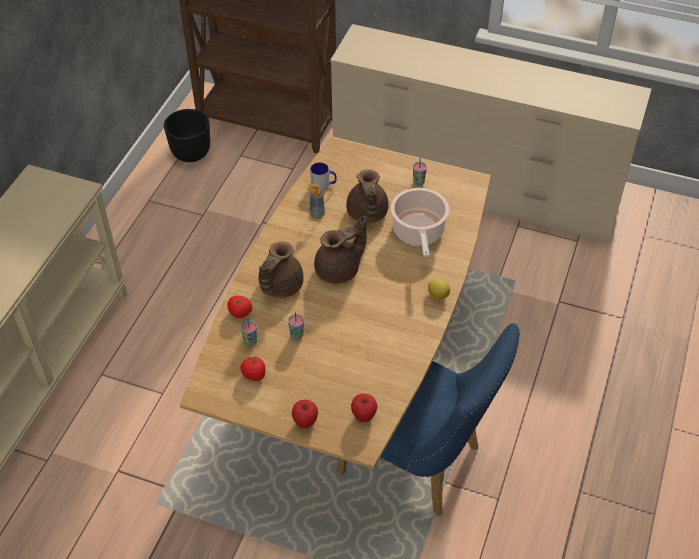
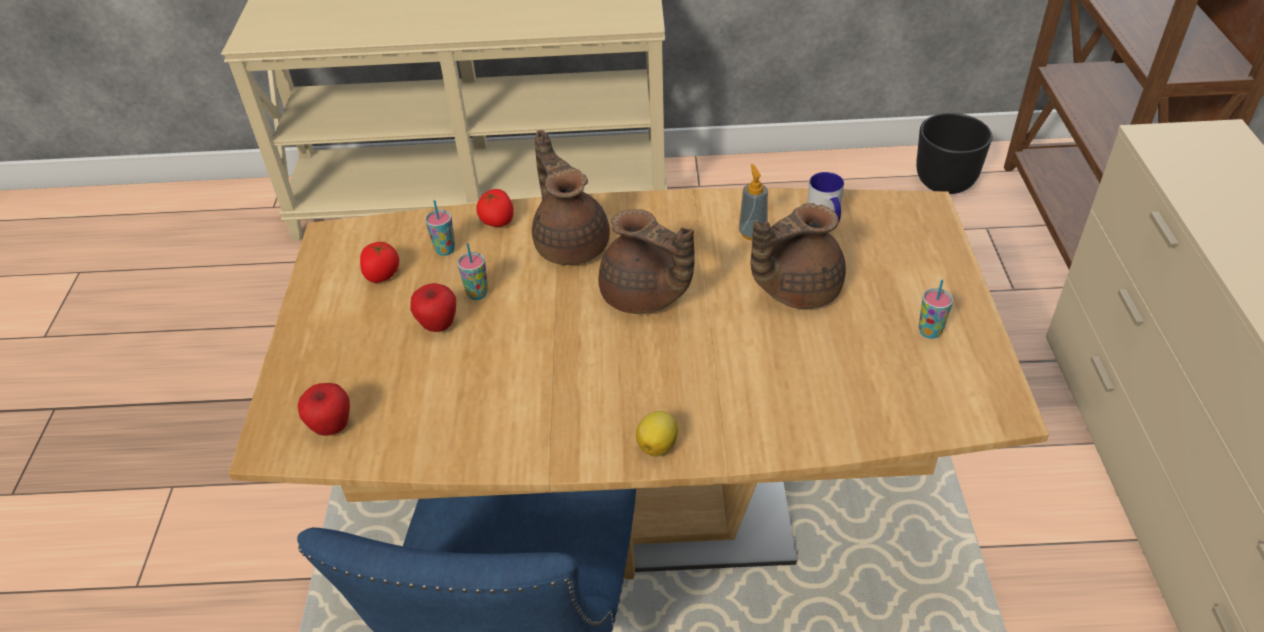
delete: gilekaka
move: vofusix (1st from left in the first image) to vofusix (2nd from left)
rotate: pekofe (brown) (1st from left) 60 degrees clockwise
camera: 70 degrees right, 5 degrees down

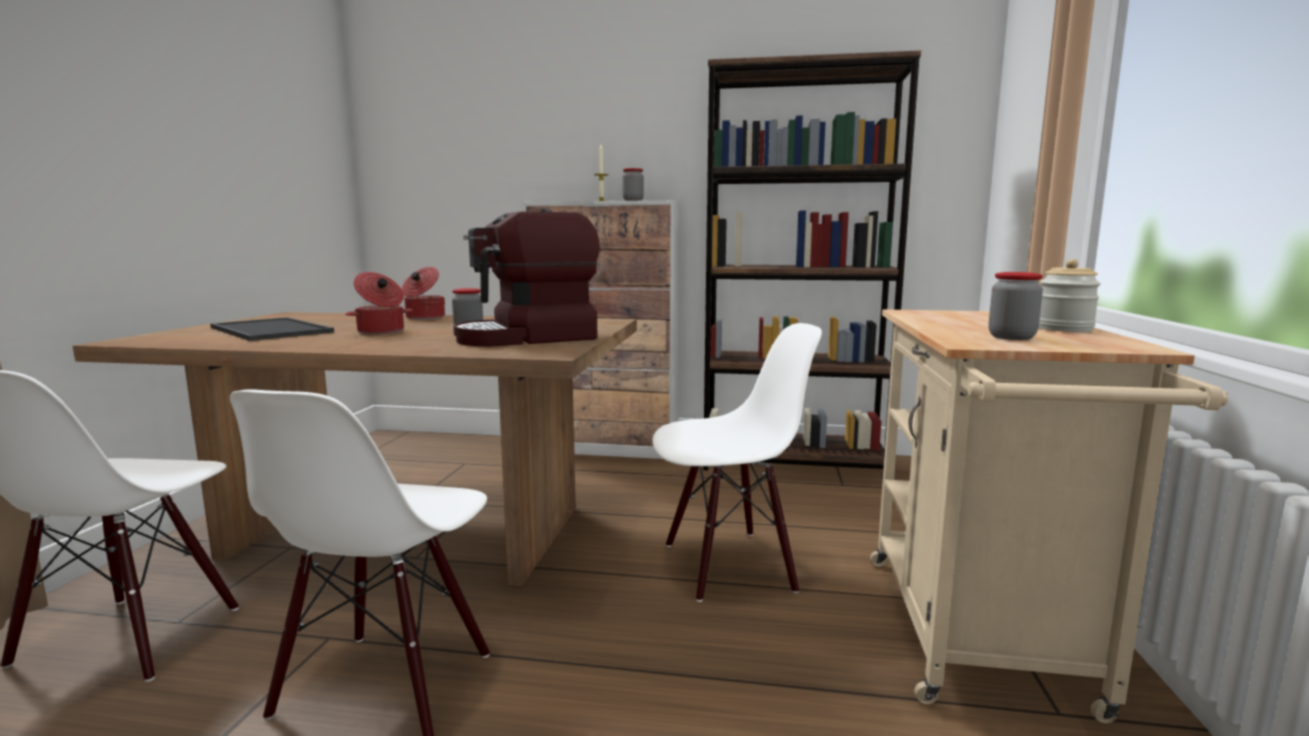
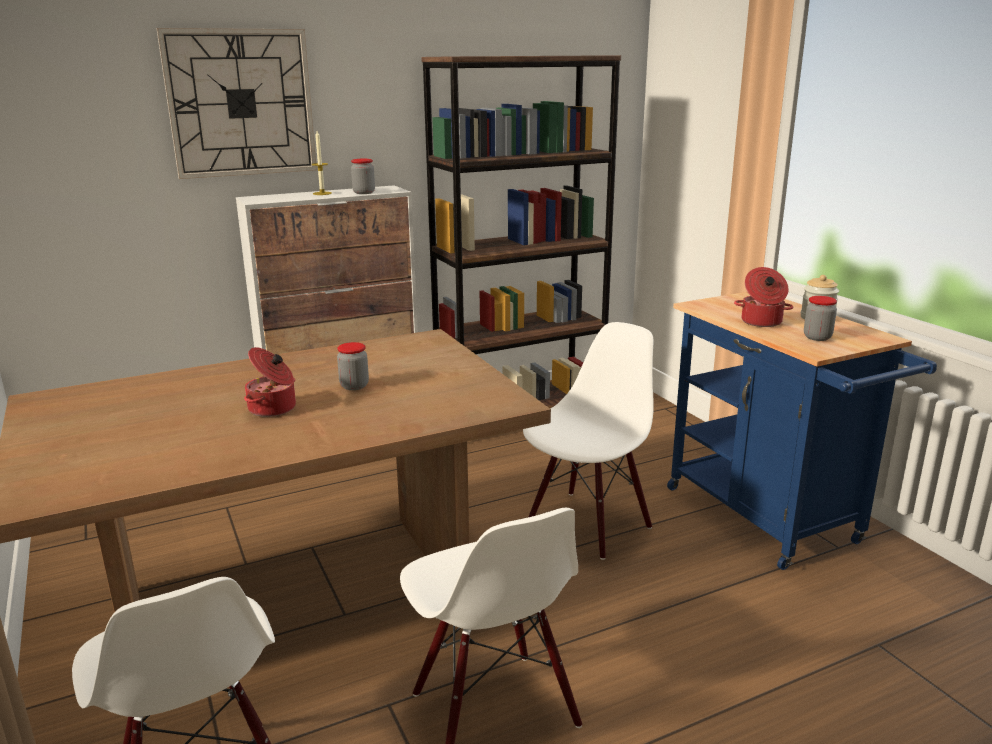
delete: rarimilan; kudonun
insert: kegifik
move: gilekaka (2nd from left)
recolor: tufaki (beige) to tufaki (blue)
camera: 35 degrees left, 10 degrees up

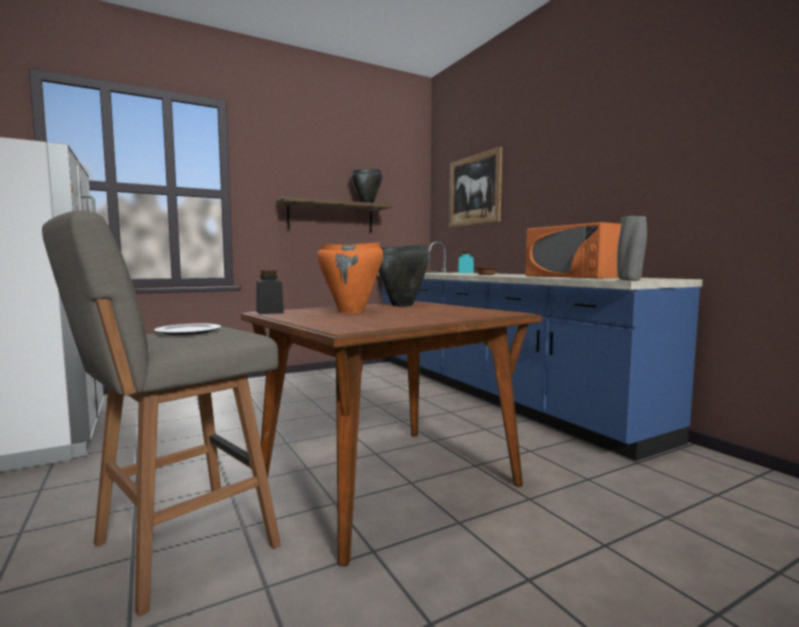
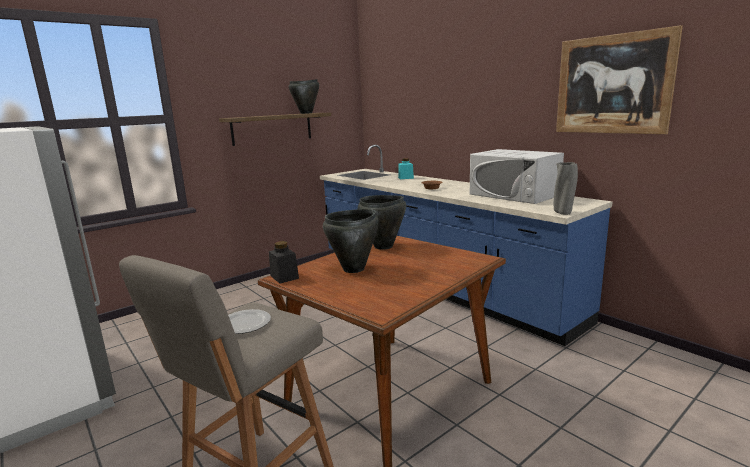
move: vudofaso
recolor: gilekaka (orange) to gilekaka (black) (2nd from left); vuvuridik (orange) to vuvuridik (white)
camera: 10 degrees left, 10 degrees up

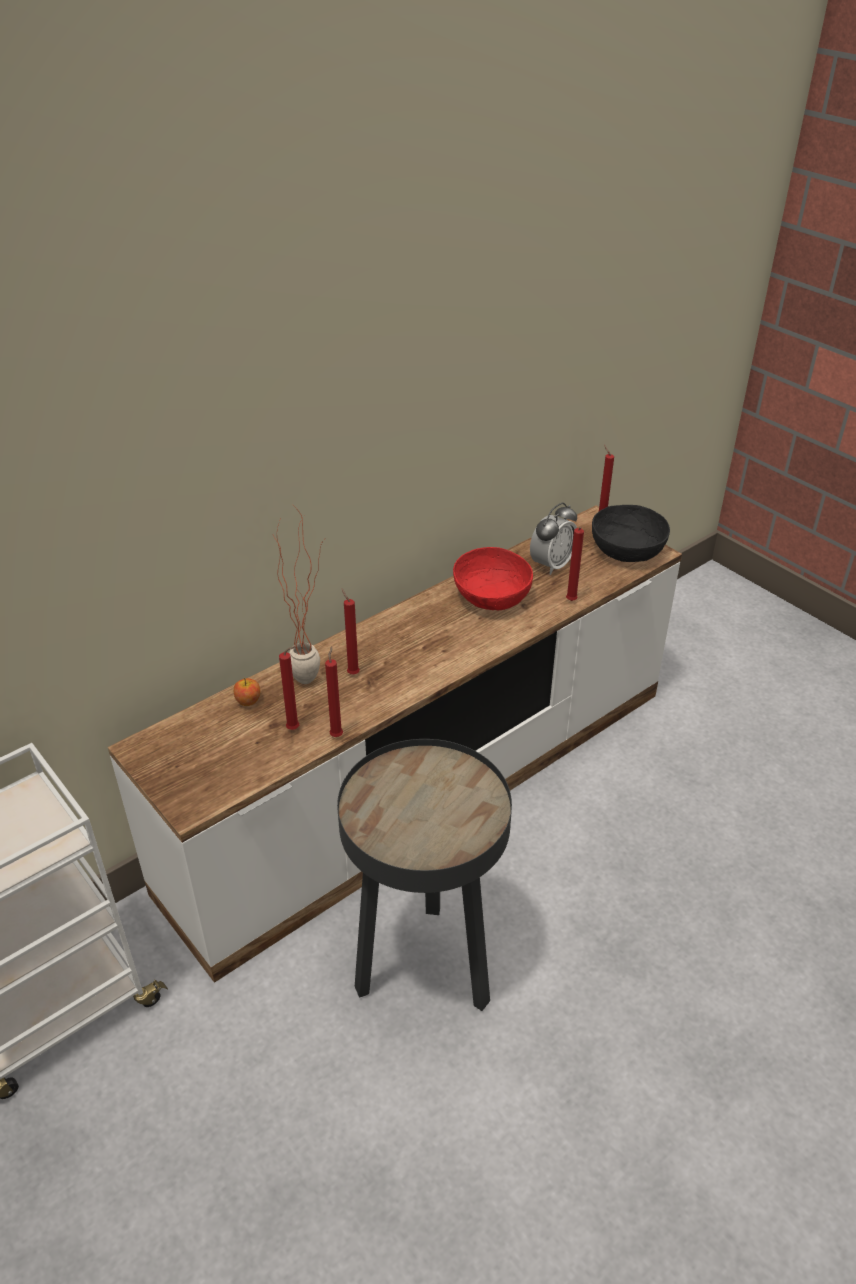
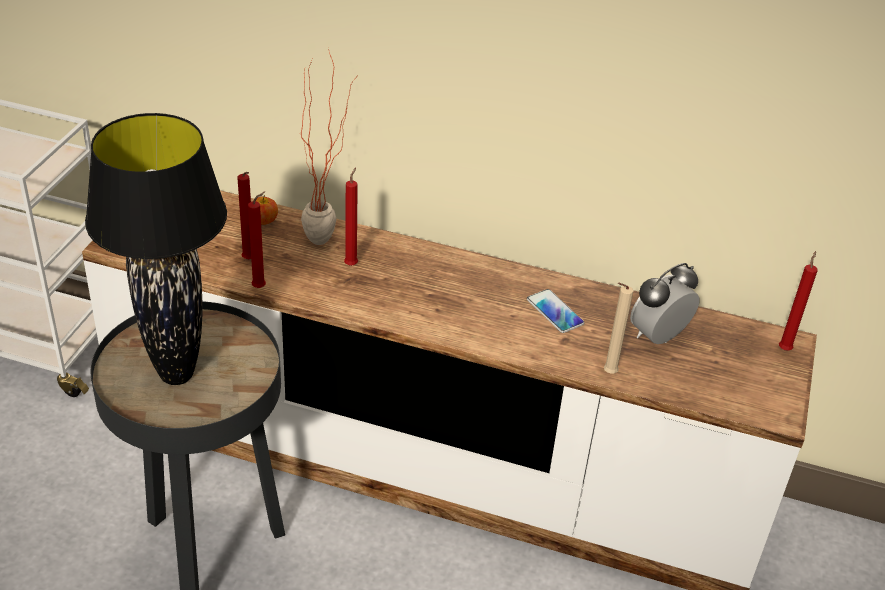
delete: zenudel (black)
insert: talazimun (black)
replace: zenudel (red) to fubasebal
recolor: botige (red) (4th from left) to botige (beige)
rotate: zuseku 135 degrees clockwise
camera: 55 degrees right, 0 degrees up

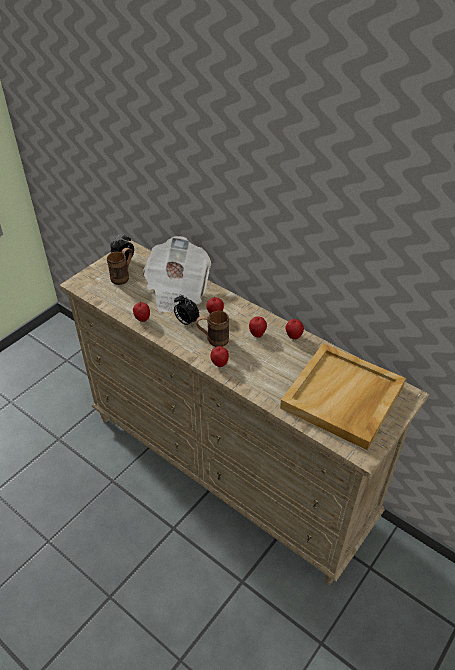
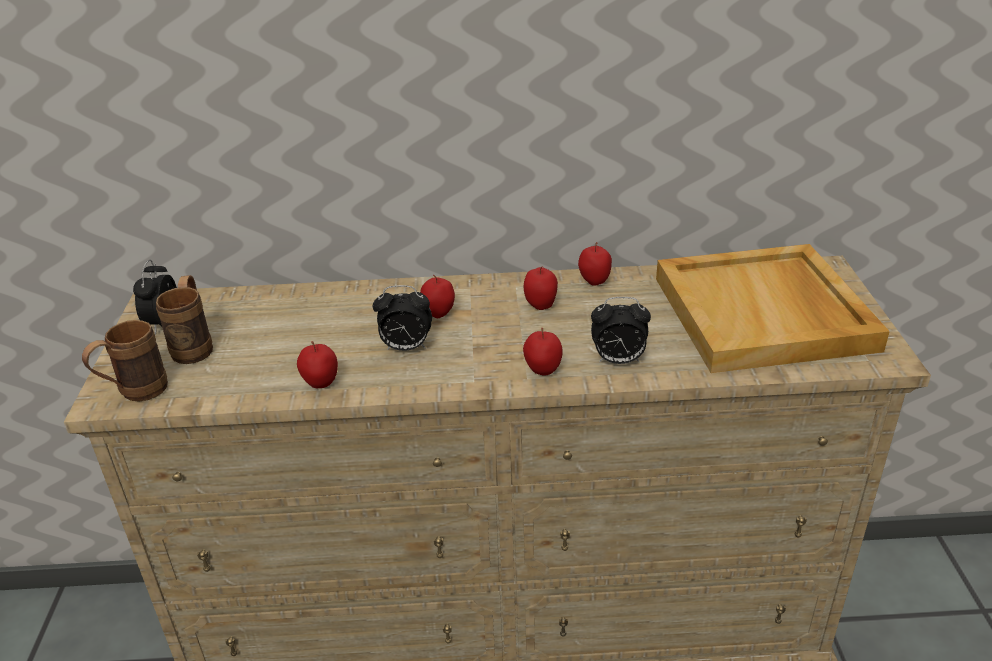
delete: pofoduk
insert: zuseku (3rd from left)
move: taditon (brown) (2nd from left in the first image) to taditon (brown) (1st from left)
camera: 40 degrees left, 10 degrees down

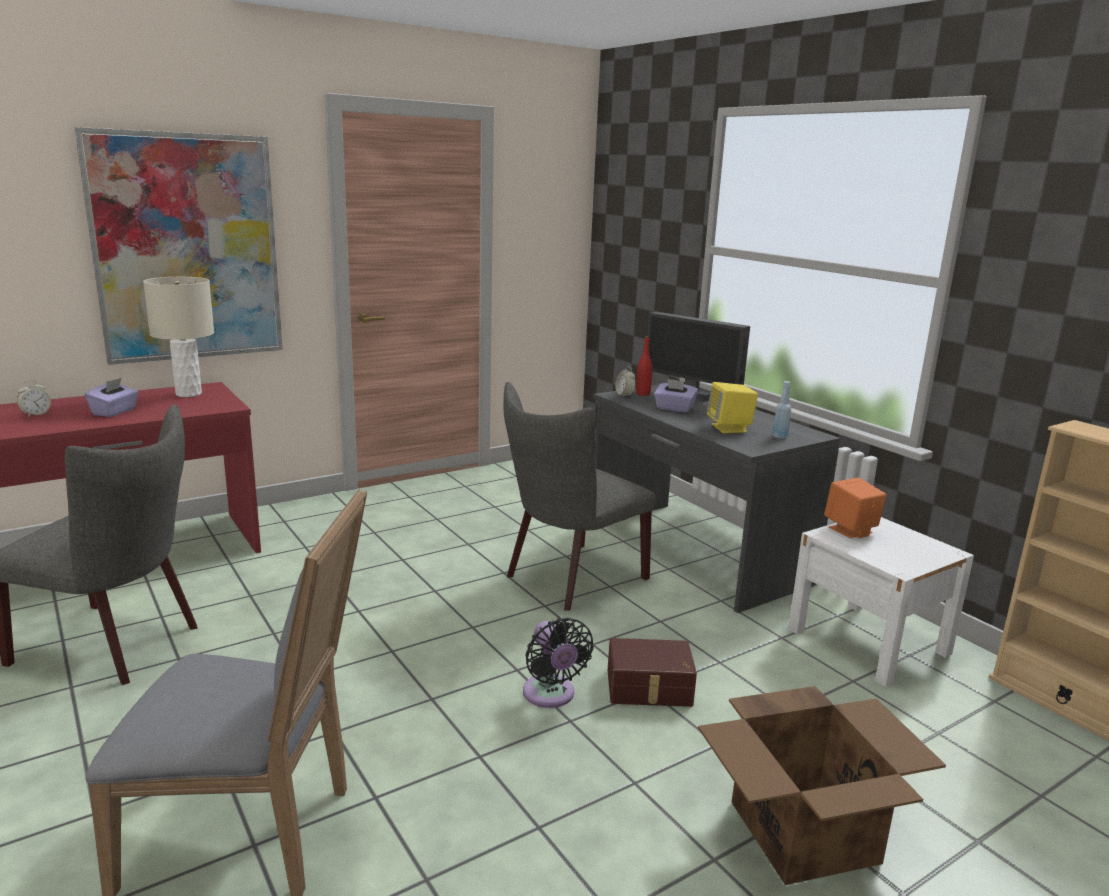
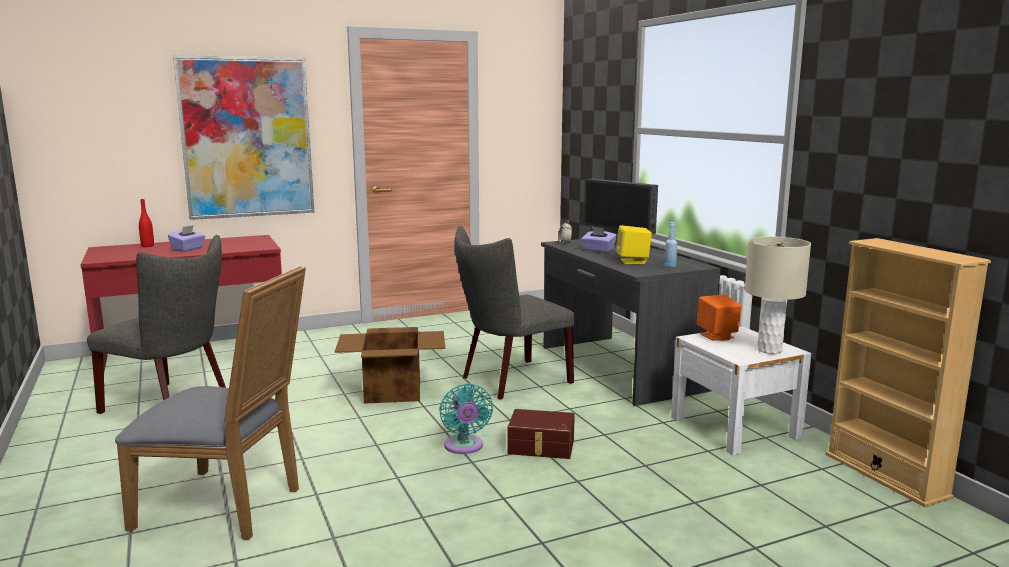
delete: zuseku (1st from left)
move: talazimun (beige); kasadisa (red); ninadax
recolor: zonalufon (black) to zonalufon (turquoise)
camera: 10 degrees right, 5 degrees down

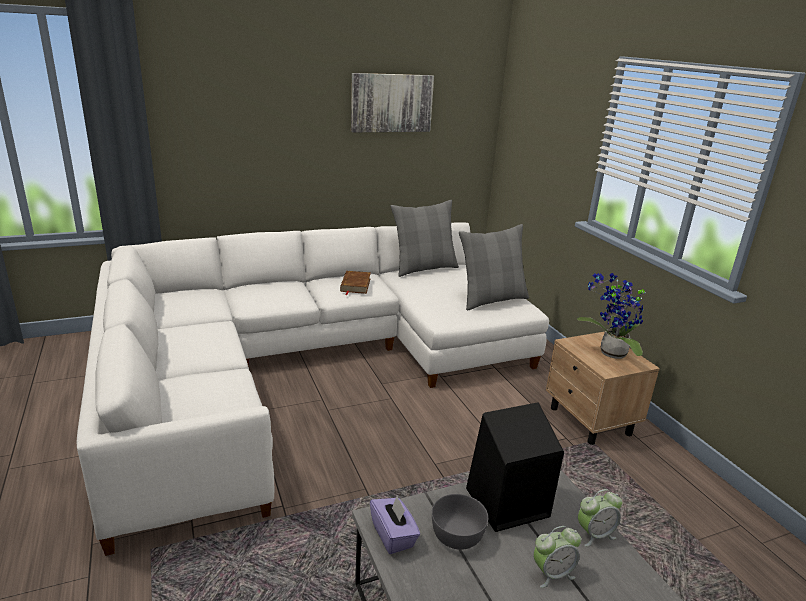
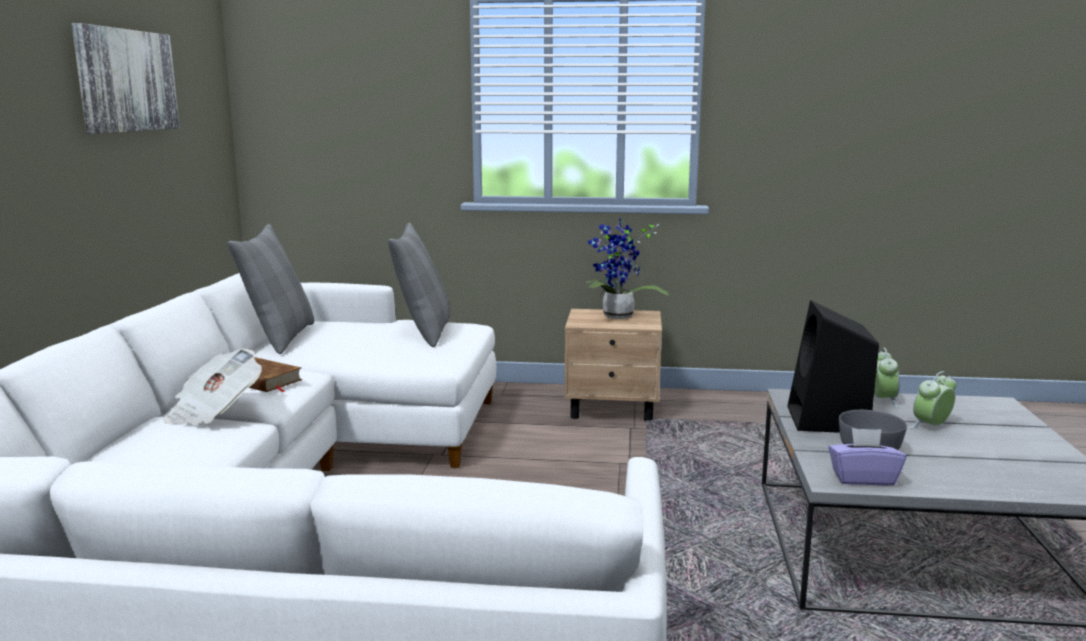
insert: pofoduk
rotate: zuseku (1st from left in the first image) 135 degrees counterclockwise
camera: 60 degrees left, 10 degrees down

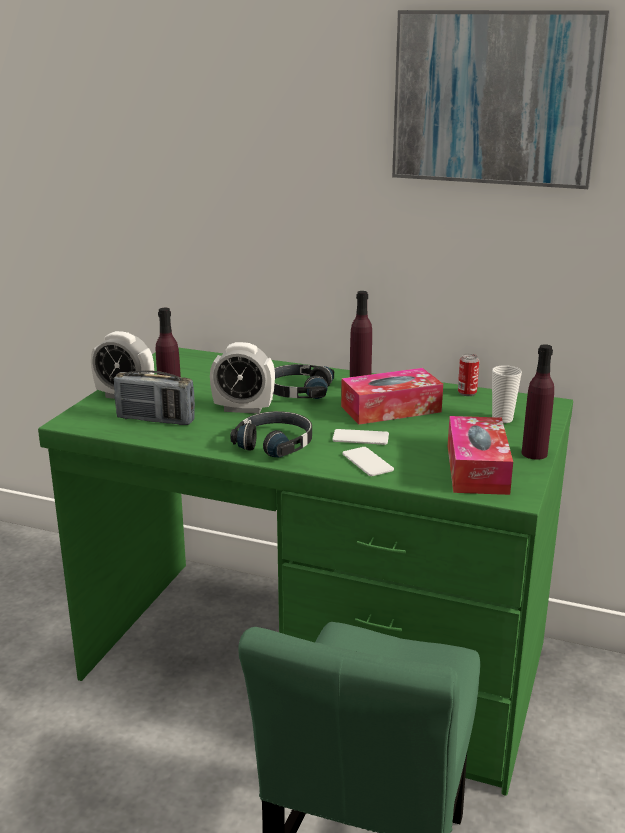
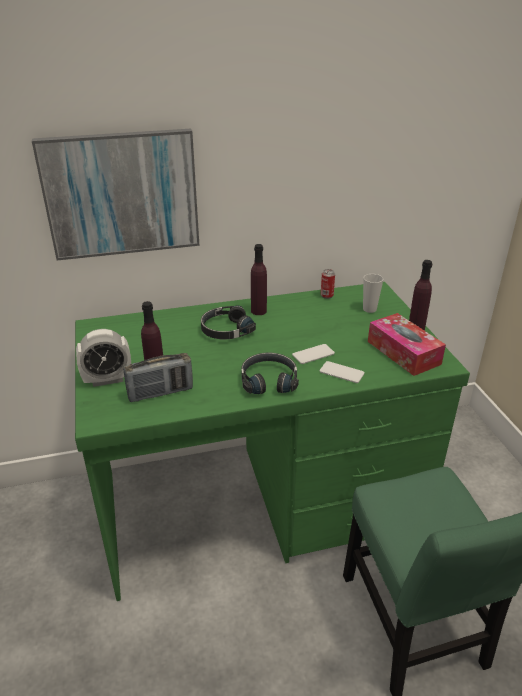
delete: zuseku (2nd from left); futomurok (1st from left)
move: vudofaso
camera: 35 degrees left, 10 degrees up

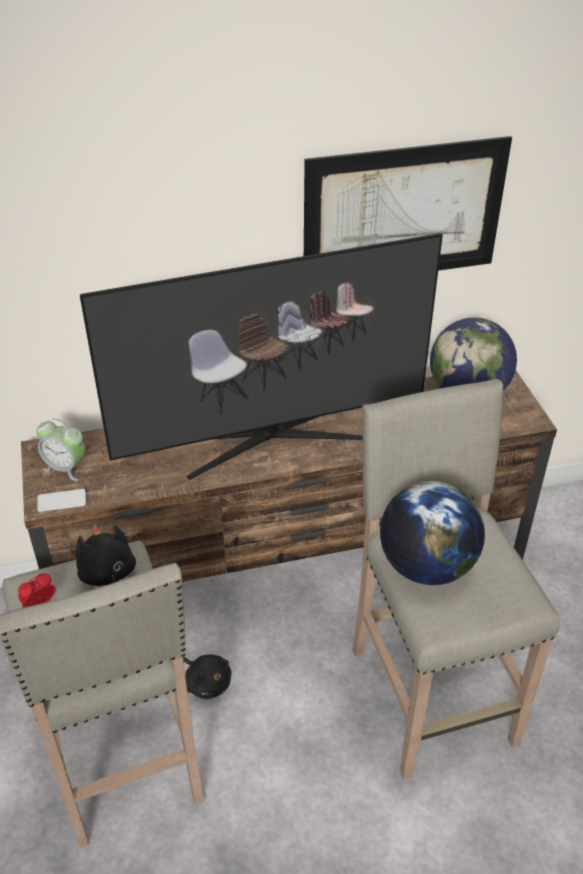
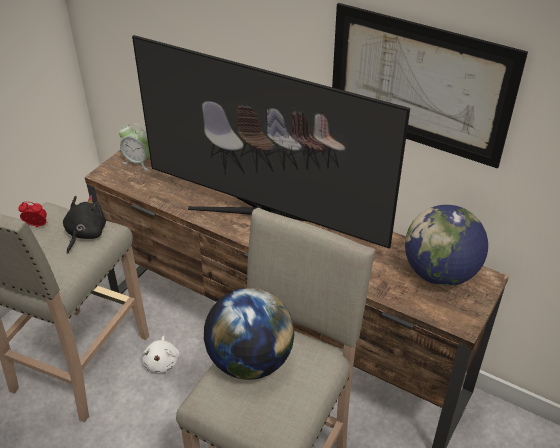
delete: fubasebal
recolor: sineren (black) (2nd from left) to sineren (white)
rotate: zuseku (2nd from left) 45 degrees counterclockwise
camera: 45 degrees right, 0 degrees up

